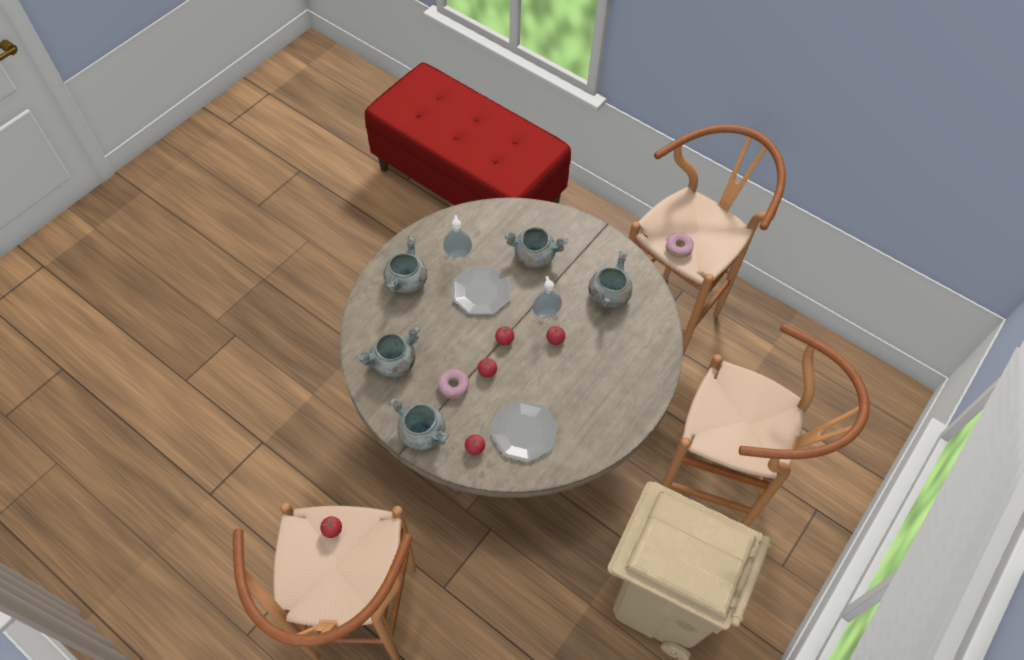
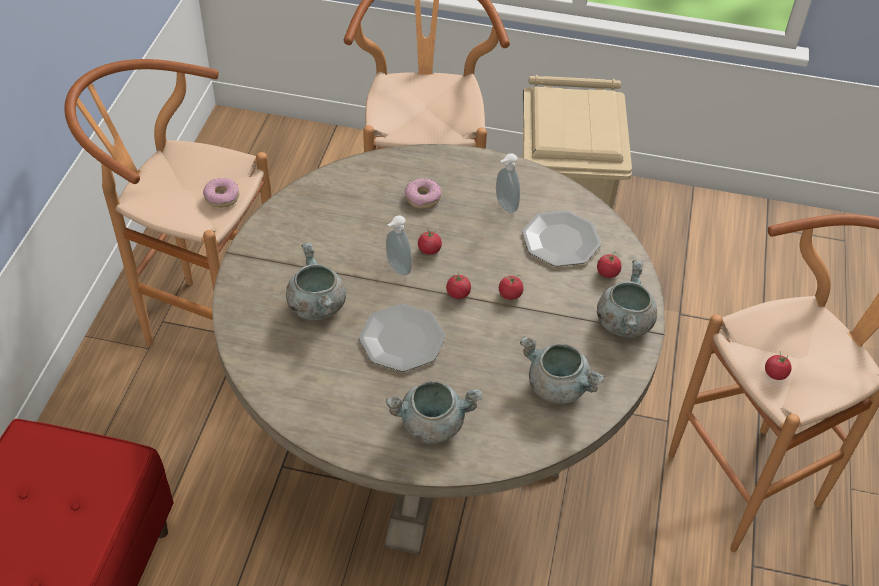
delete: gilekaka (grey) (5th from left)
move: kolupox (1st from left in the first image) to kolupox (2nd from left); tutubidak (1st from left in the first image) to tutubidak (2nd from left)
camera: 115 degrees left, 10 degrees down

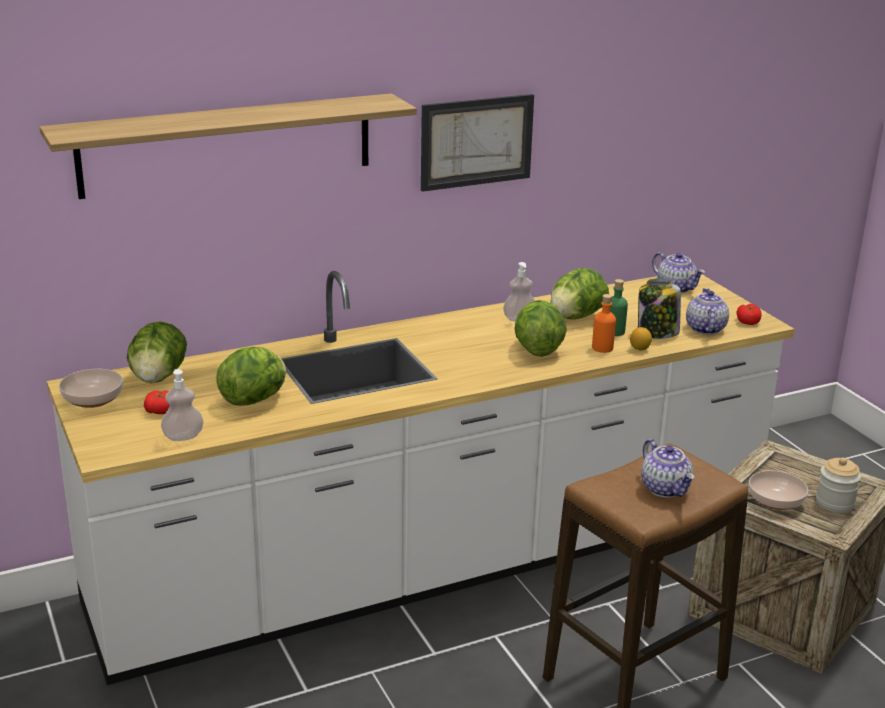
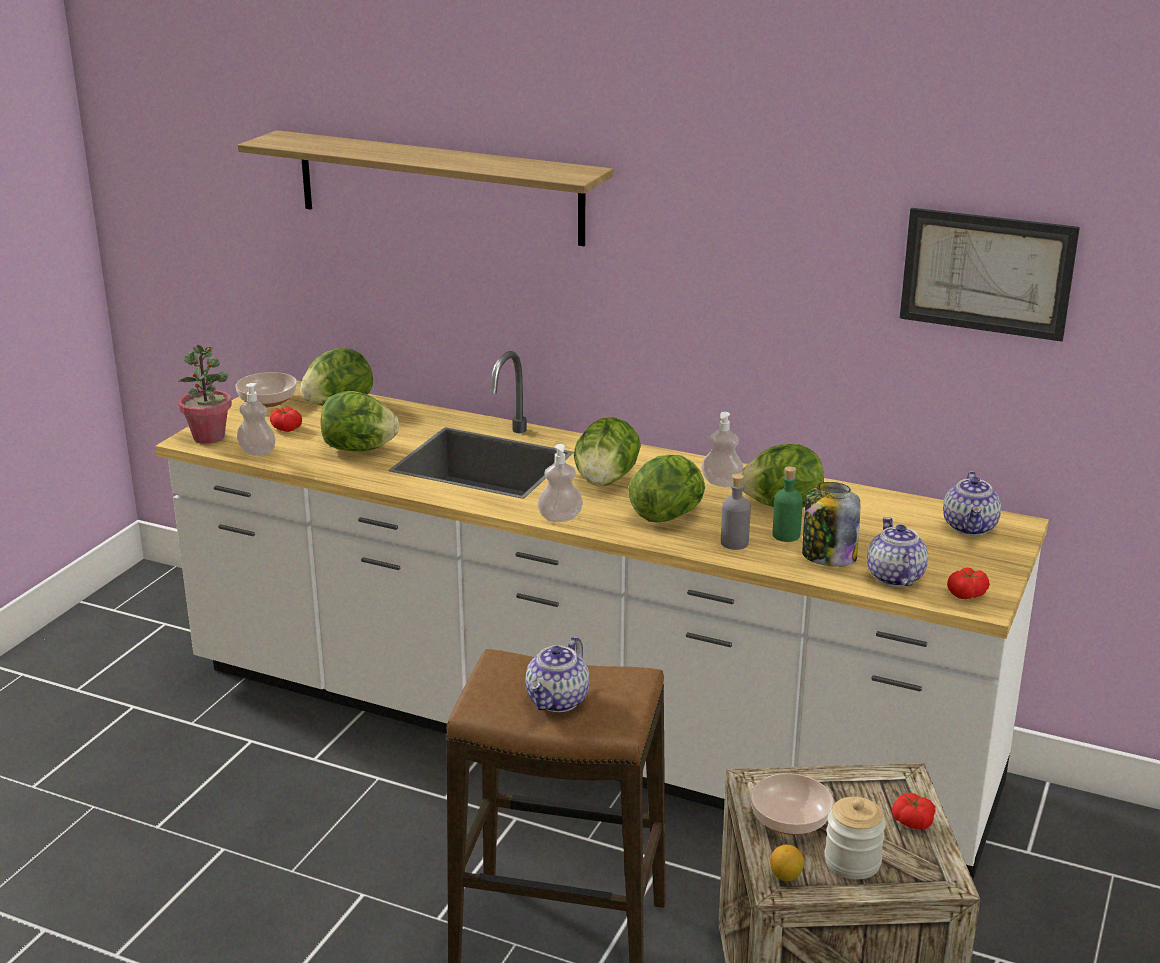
insert: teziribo; tutubidak (2nd from left); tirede (3rd from left); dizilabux (2nd from left)
move: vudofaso; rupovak
recolor: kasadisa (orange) to kasadisa (grey)
rotate: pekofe (3rd from left in the first image) 60 degrees counterclockwise
camera: 50 degrees right, 0 degrees up

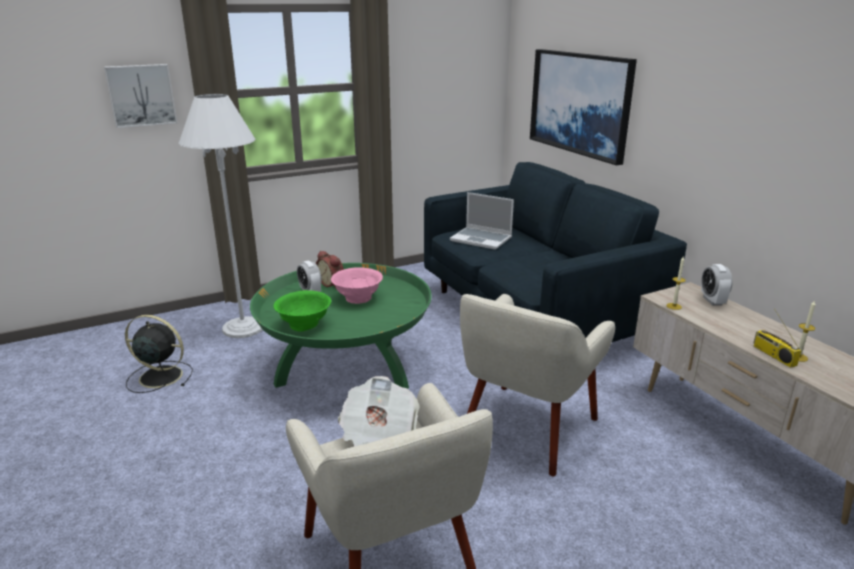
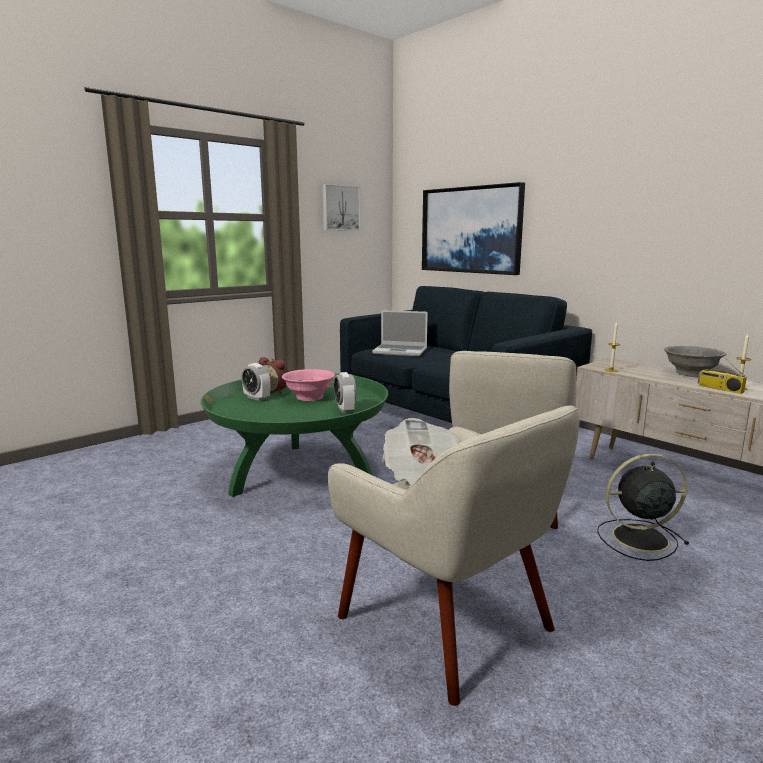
delete: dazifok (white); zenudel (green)
insert: zenudel (grey)
move: vudofaso (1st from left); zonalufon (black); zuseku (3rd from left)
camera: 15 degrees left, 10 degrees down

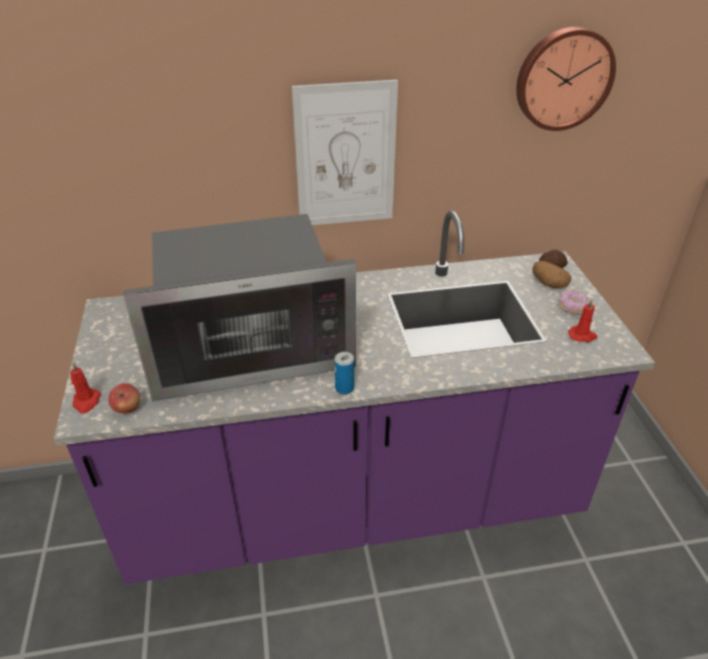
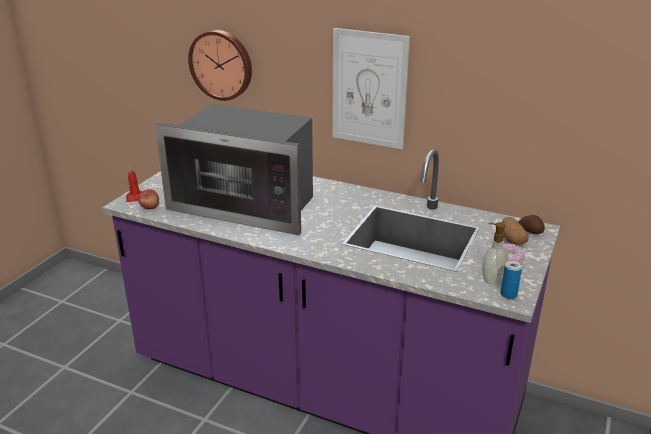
move: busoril; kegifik
replace: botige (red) (2nd from left) to tutubidak
camera: 35 degrees right, 10 degrees down

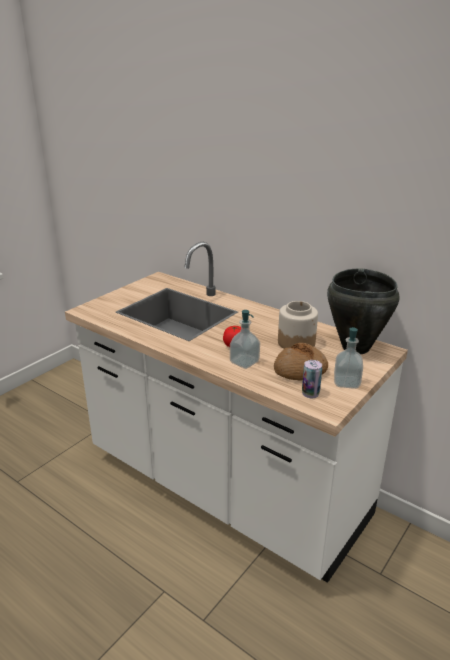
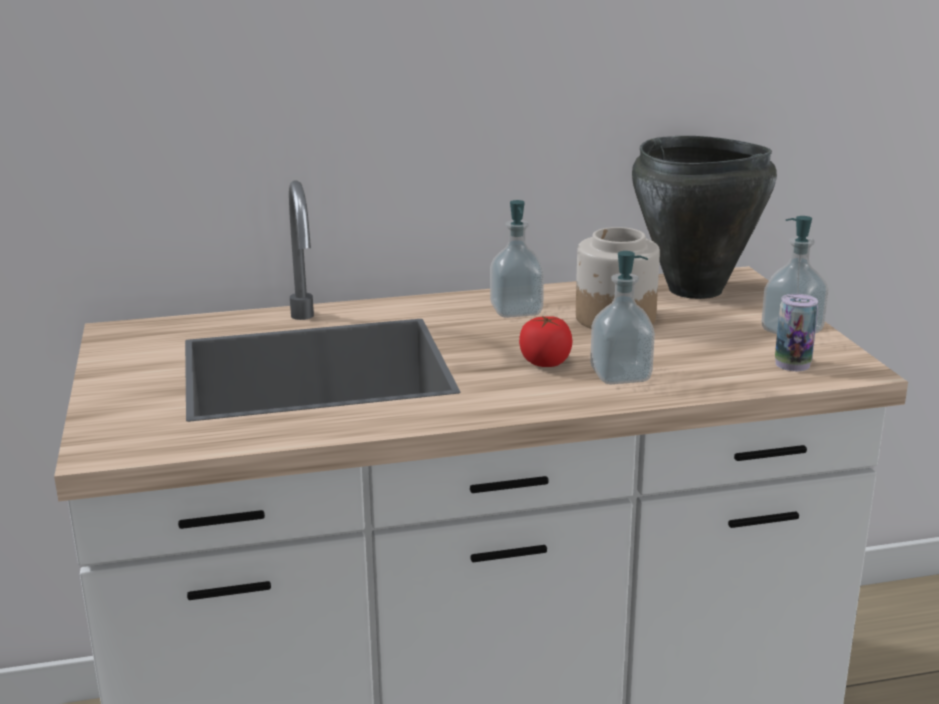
delete: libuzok
insert: tutubidak (1st from left)
camera: 50 degrees left, 5 degrees down

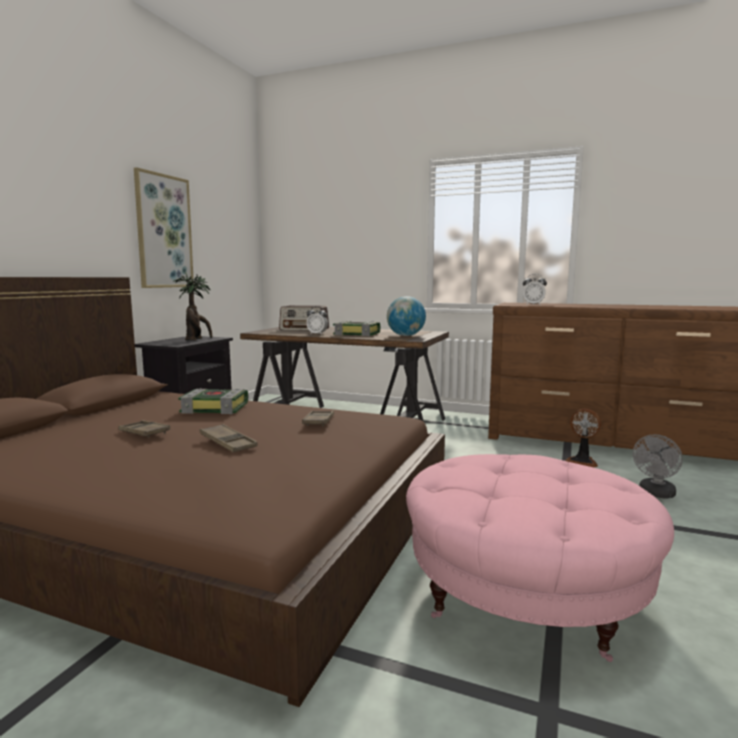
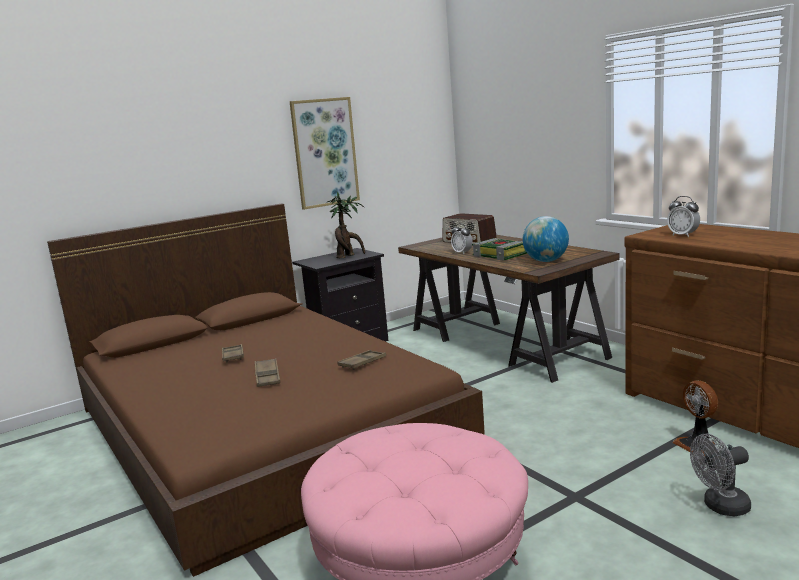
delete: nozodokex (1st from left)
camera: 35 degrees right, 5 degrees up

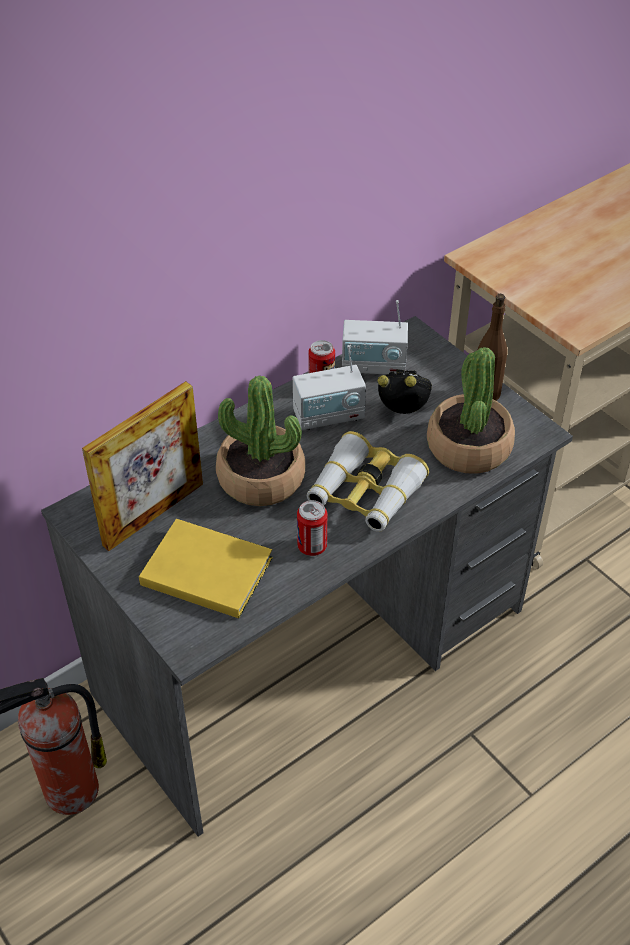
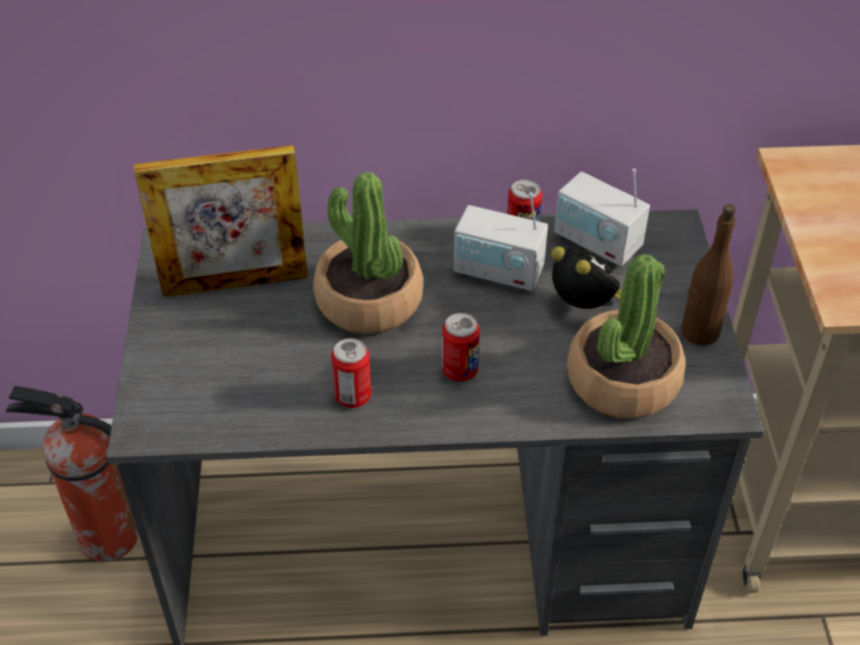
delete: nozodokex (yellow)
replace: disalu to busoril (2nd from left)
camera: 35 degrees right, 0 degrees up

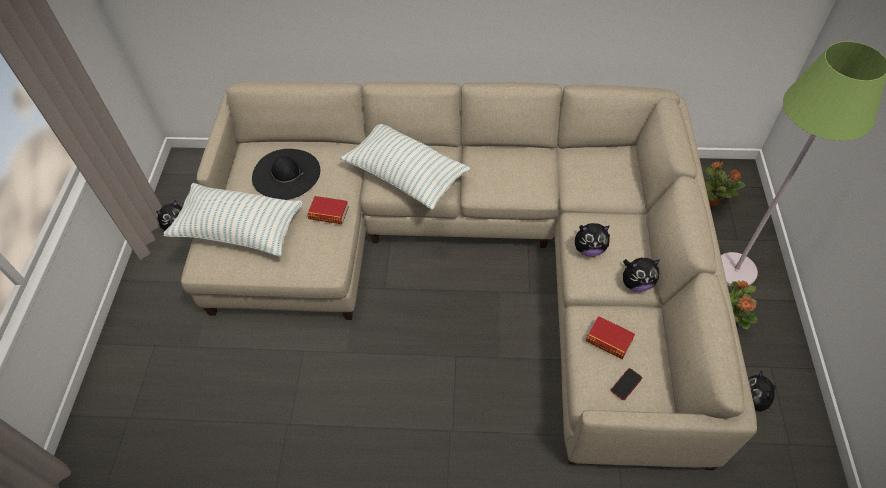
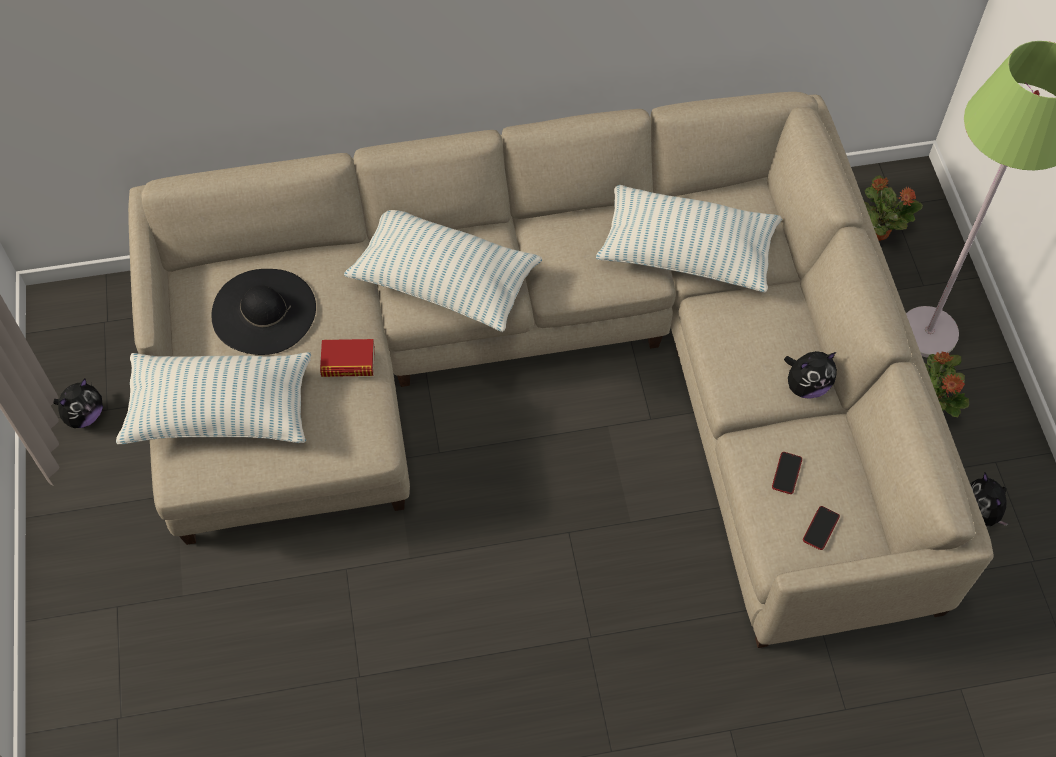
delete: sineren (2nd from left)
insert: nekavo (3rd from left)
replace: nozodokex (2nd from left) to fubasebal (1st from left)
camera: 15 degrees left, 5 degrees up

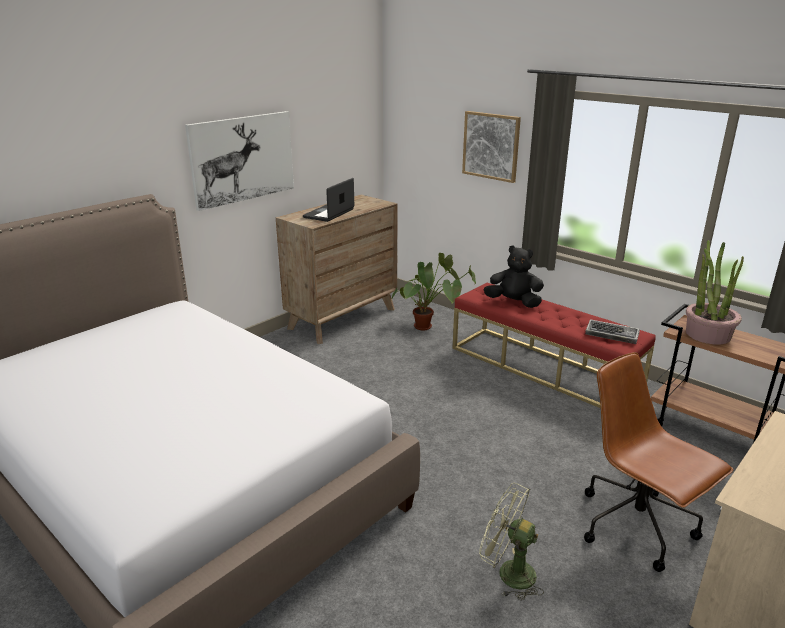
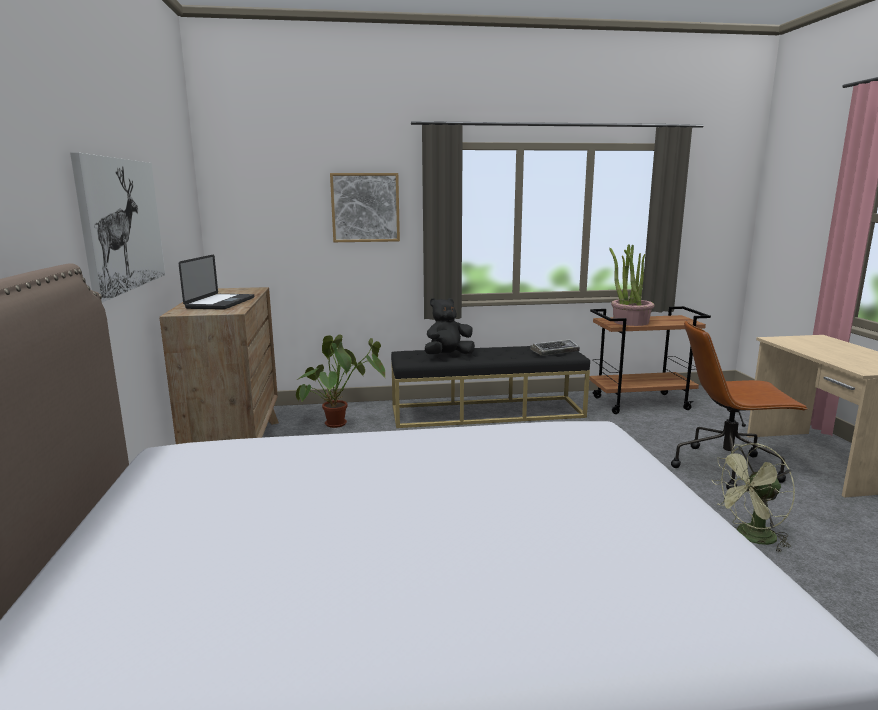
recolor: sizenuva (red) to sizenuva (black)
rotate: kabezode 150 degrees counterclockwise
camera: 50 degrees left, 10 degrees down

